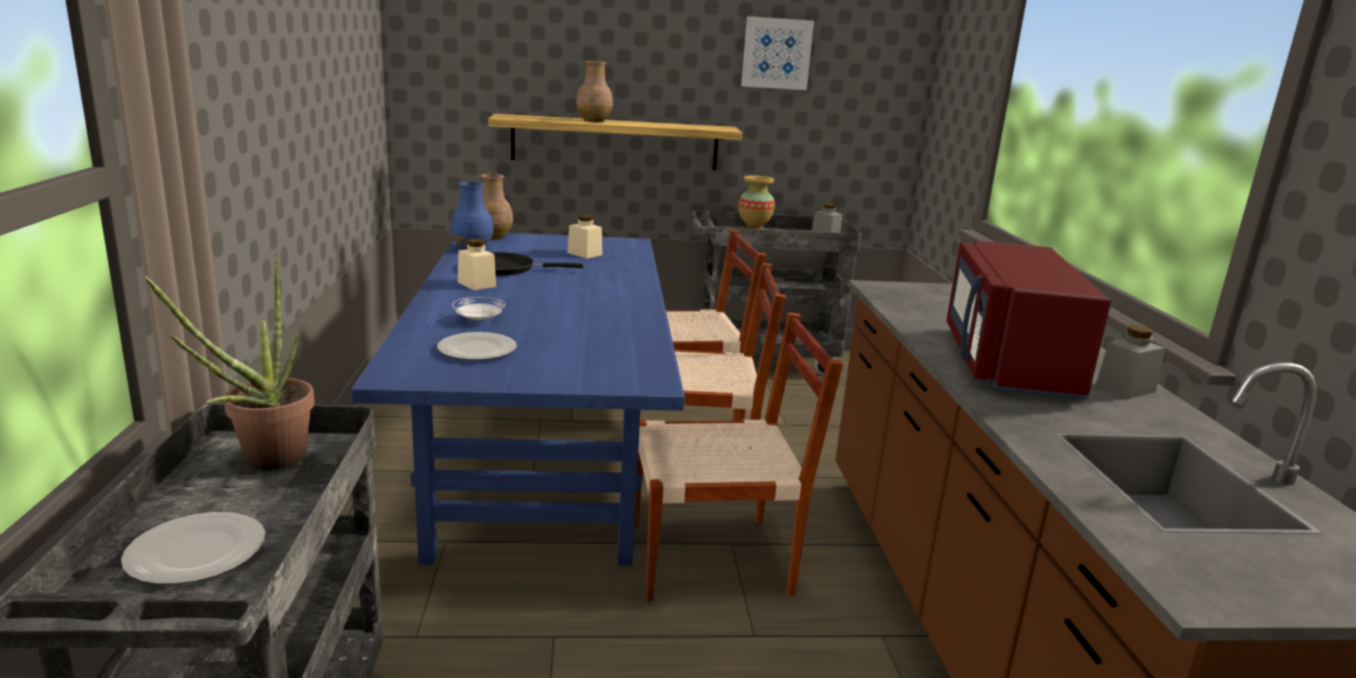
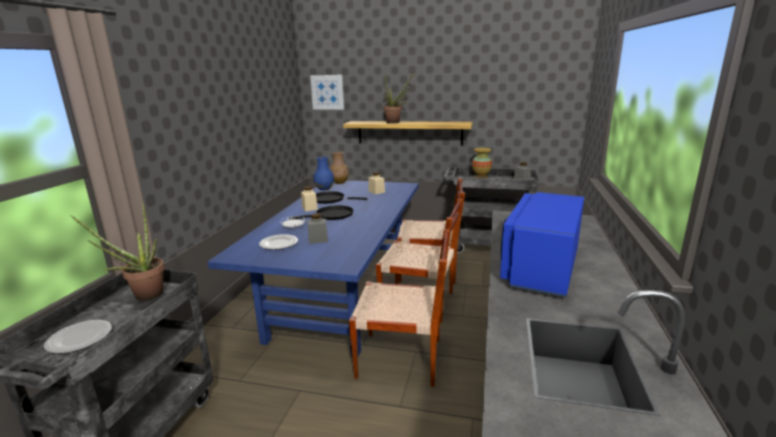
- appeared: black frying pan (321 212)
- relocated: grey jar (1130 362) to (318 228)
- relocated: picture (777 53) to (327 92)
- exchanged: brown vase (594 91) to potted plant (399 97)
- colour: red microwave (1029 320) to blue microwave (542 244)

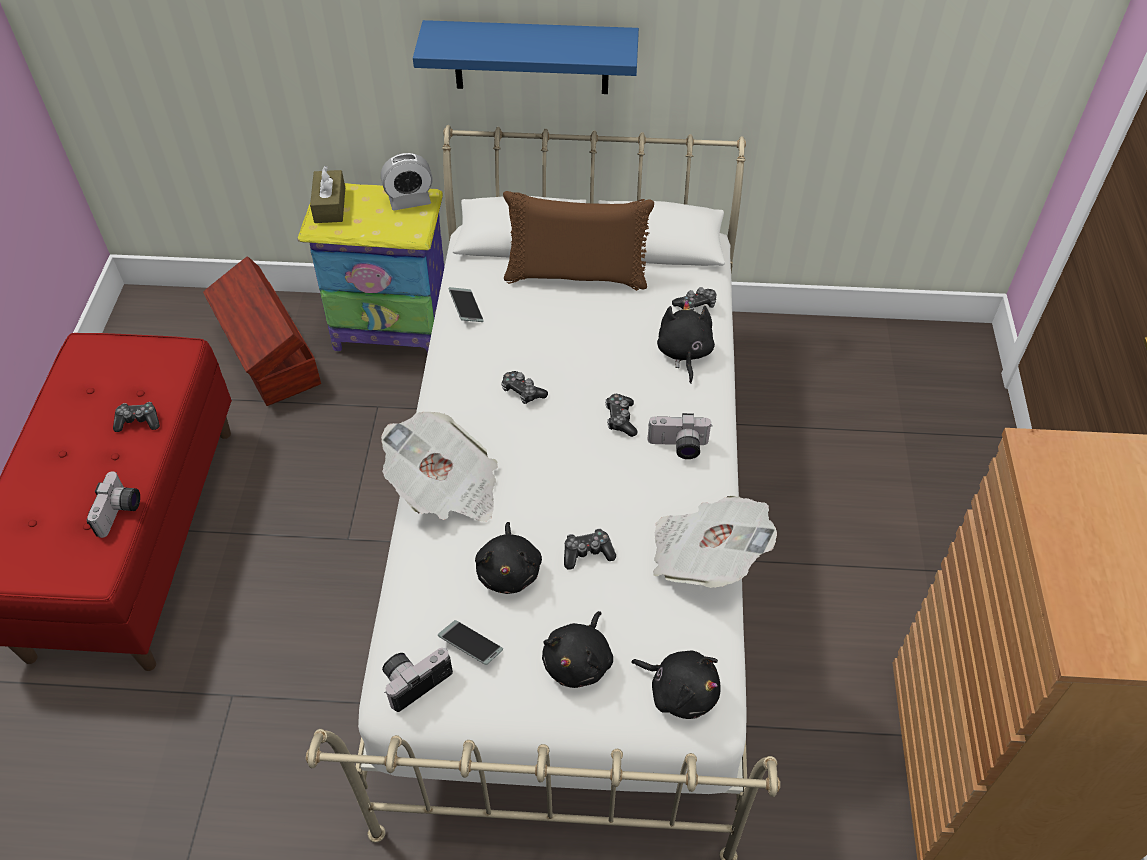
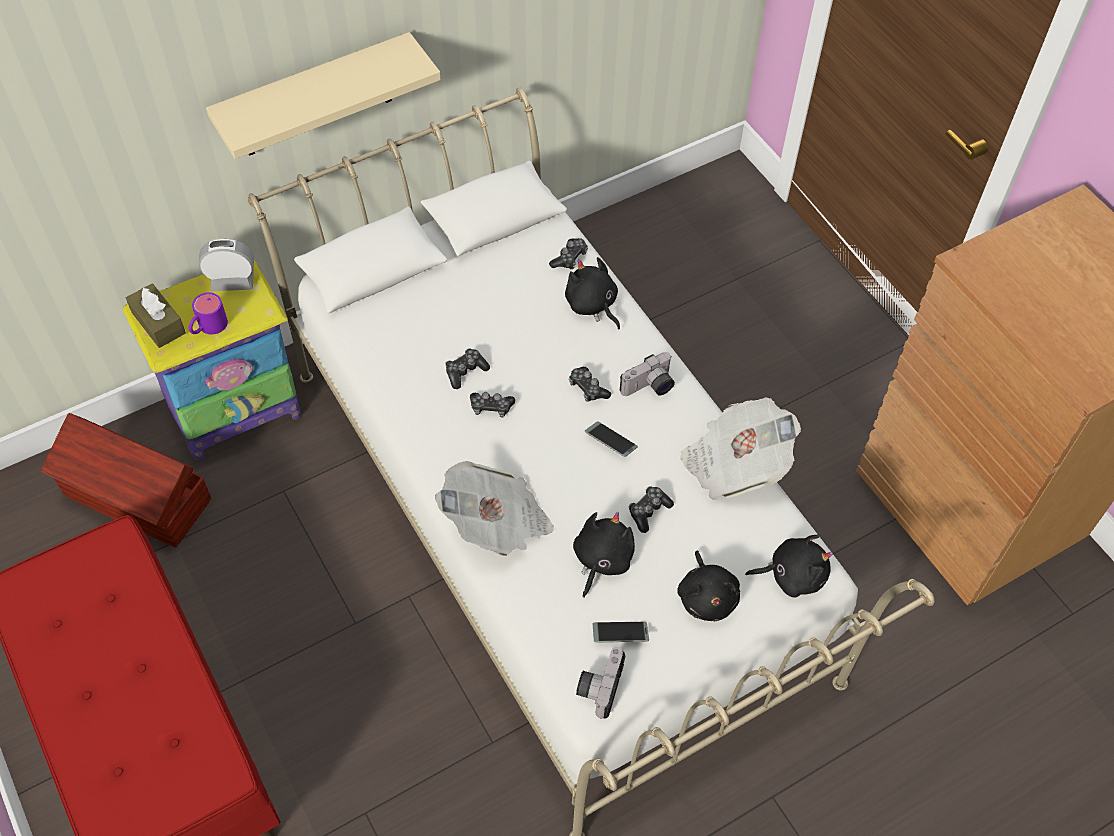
- appeared: purple mug (208 313)
- spun: alarm clock (406 181) = (226 264) 135 degrees counterclockwise
- colour: blue shelf (526 57) to beige shelf (323 95)
- relocated: game controller (136 417) to (468 368)
- spun: black plush toy (508 558) = (604 555) 120 degrees counterclockwise
- relocated: phone (466 304) to (611 439)
- missing: photo camera (113 504)
- missing: brown pillow (578 241)

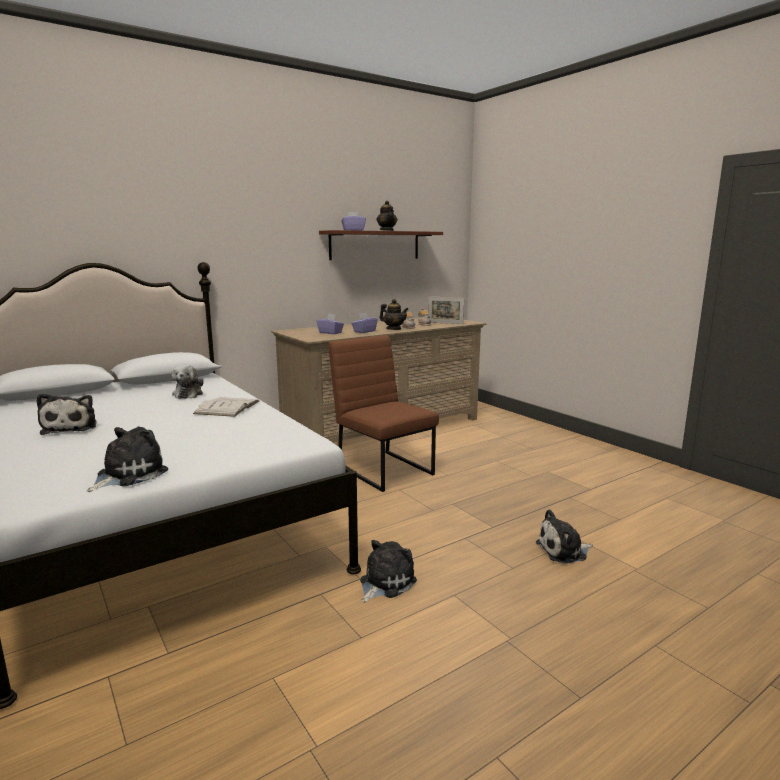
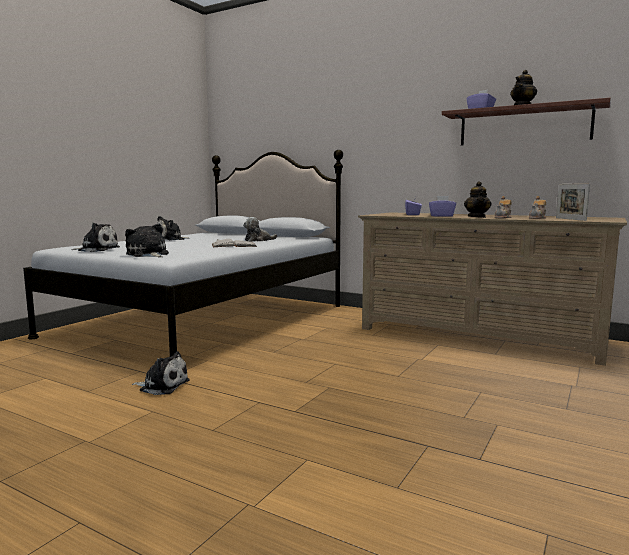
- relocated: plush toy (564 536) to (147 241)
- missing: brown chair (384 413)

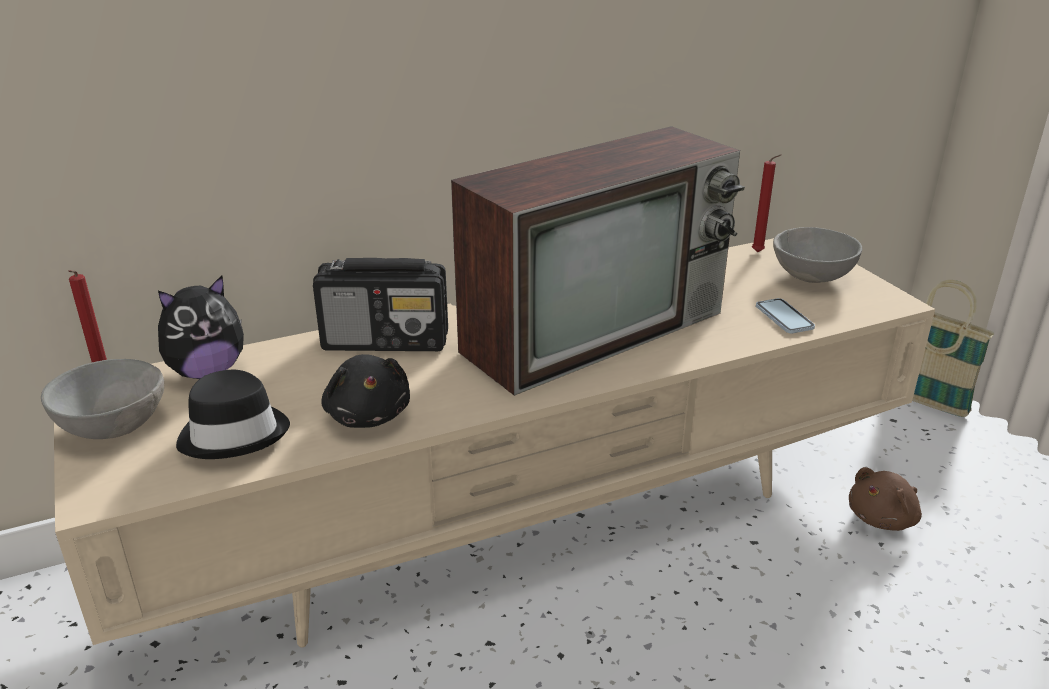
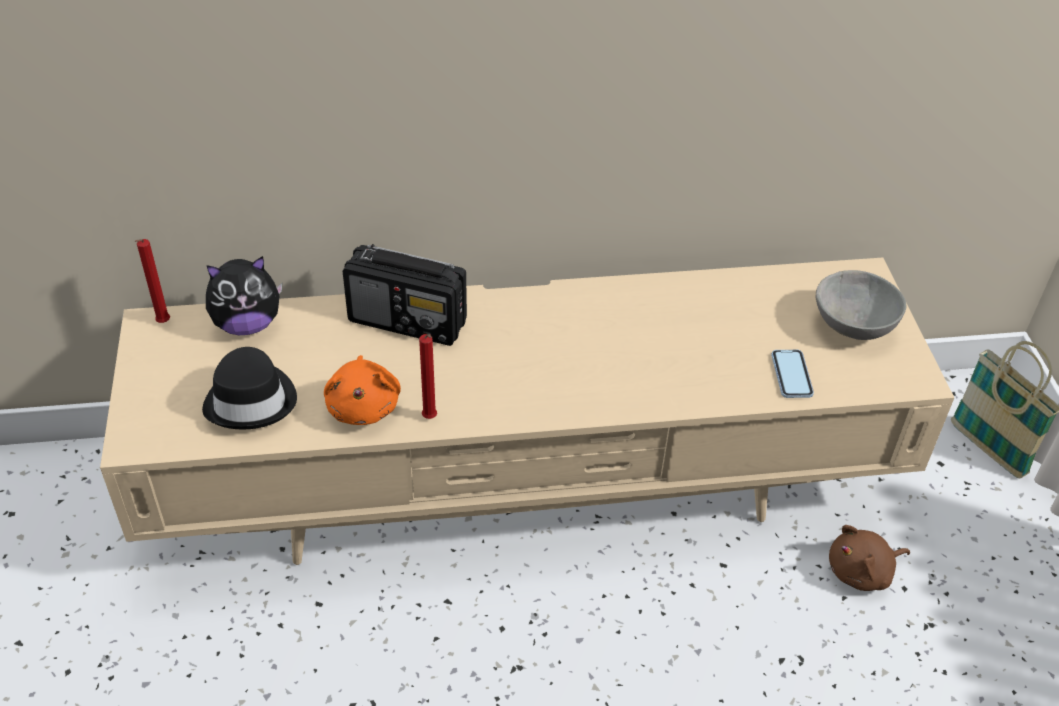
- colour: black plush toy (365 391) to orange plush toy (362 390)
- relocated: red candle (766 203) to (428 376)
- missing: grey bowl (102 399)
- missing: television (598 261)

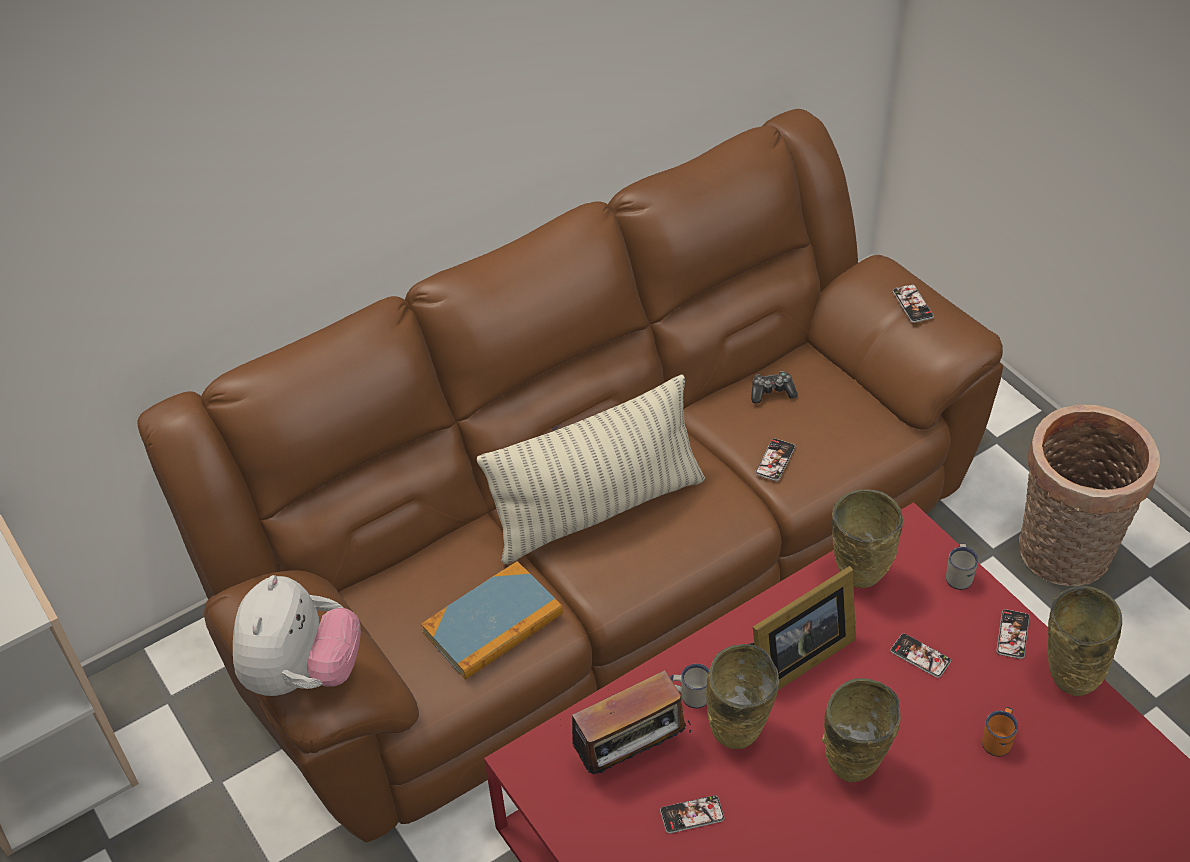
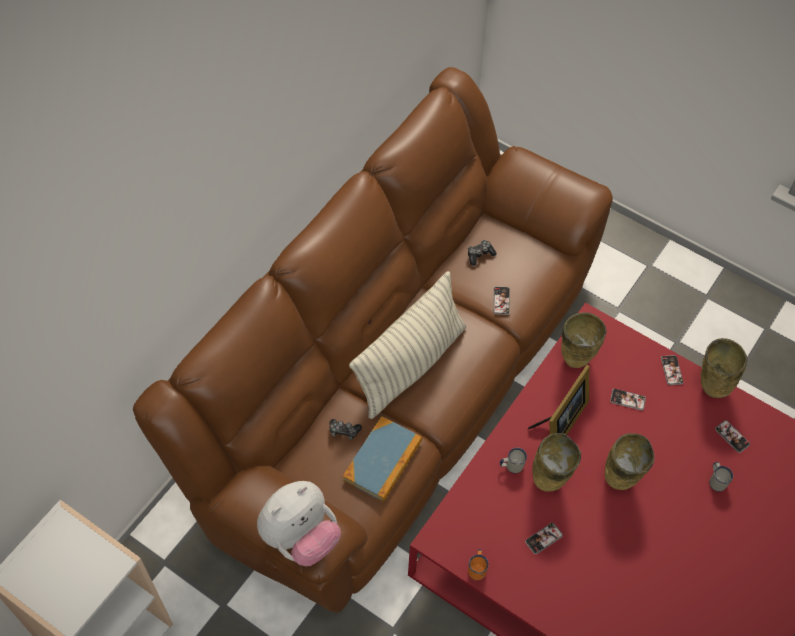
- spun: plush toy (297 635) = (299 523) 60 degrees clockwise
- appeared: game controller (346 429)
- relocated: orange mug (1000 732) to (478 564)
- relocated: white mug (962 566) to (721 477)
- relocated: phone (913 303) to (732 436)
- missing: radio (631 722)
- missing: basket (1089 495)

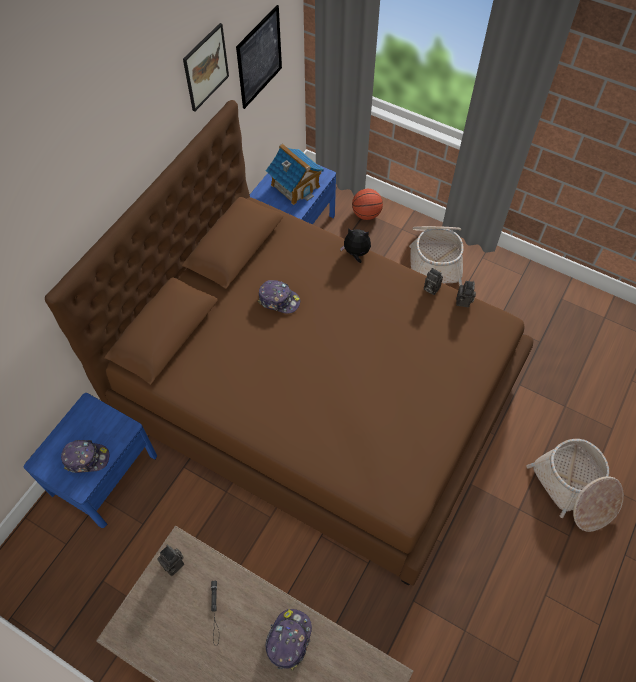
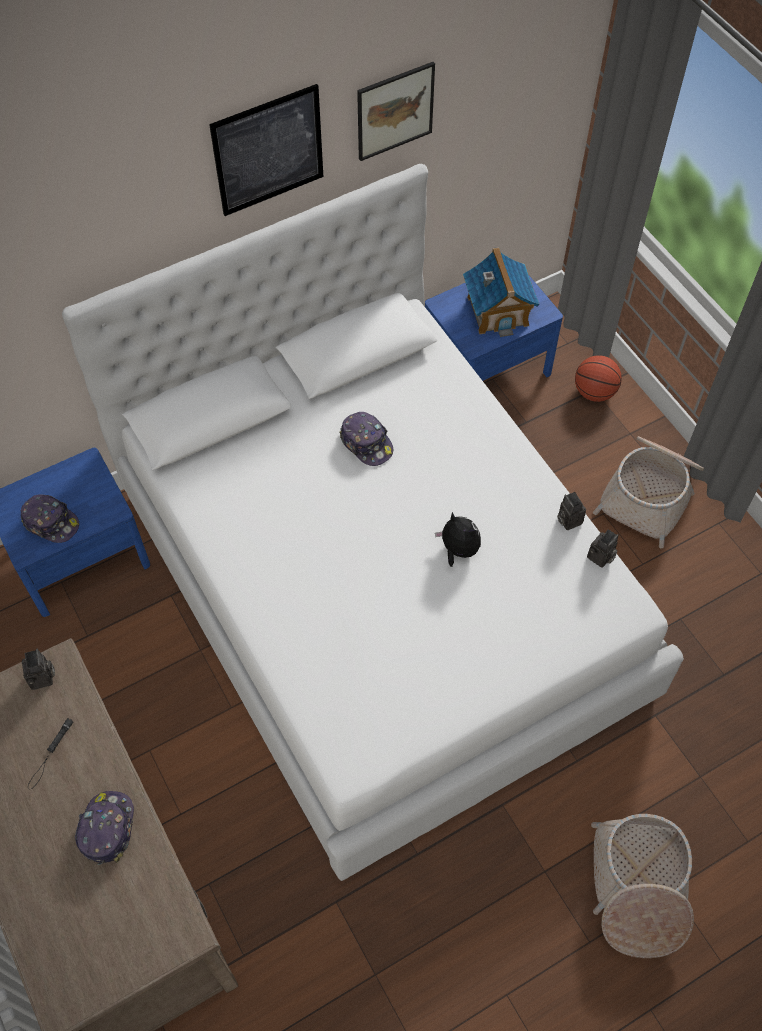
- colour: brown bed (289 343) to white bed (373 522)
- spun: cap (288 640) = (104 828) 45 degrees counterclockwise
- relocated: picture (259 57) to (266 150)
- relocated: plush toy (355 245) to (458 539)

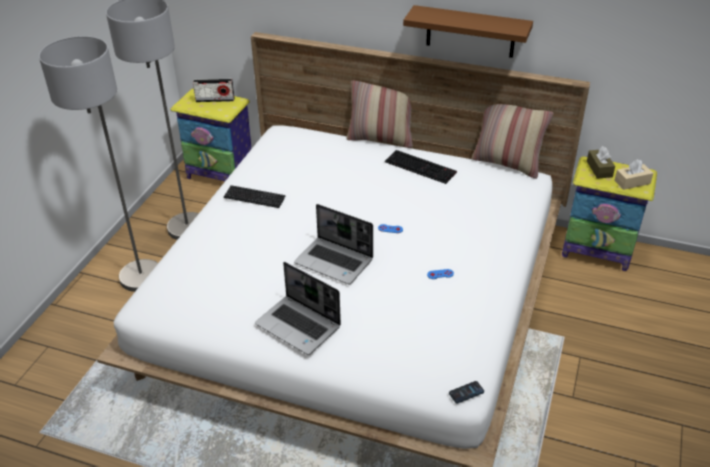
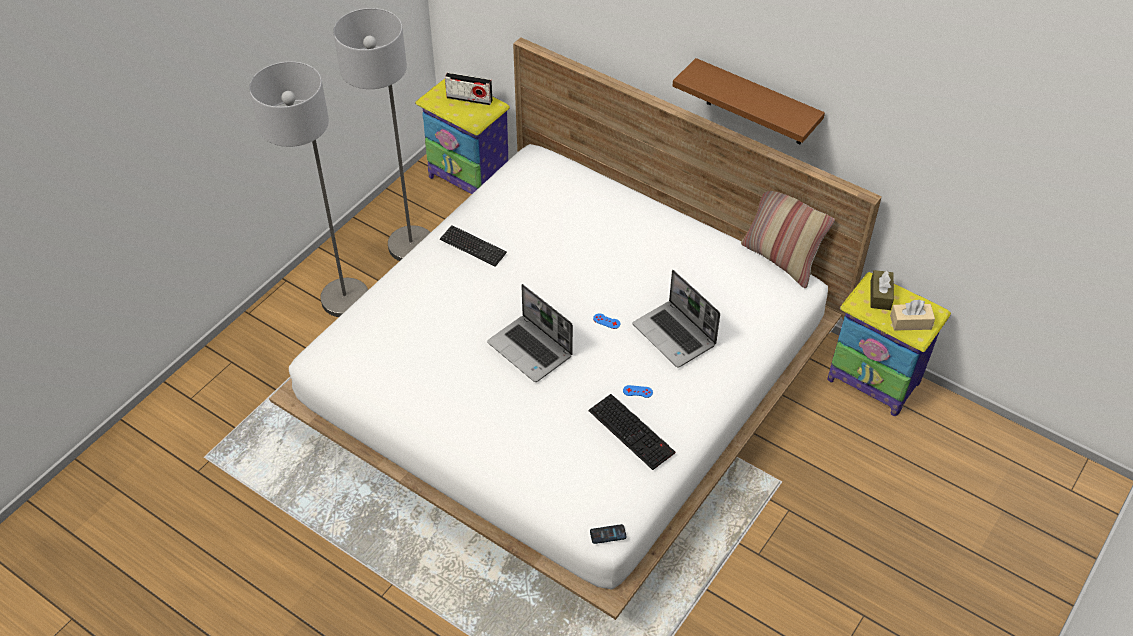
- relocated: keyboard (421 167) to (632 432)
- relocated: laptop (298 308) to (676 319)
- missing: pillow (379 114)

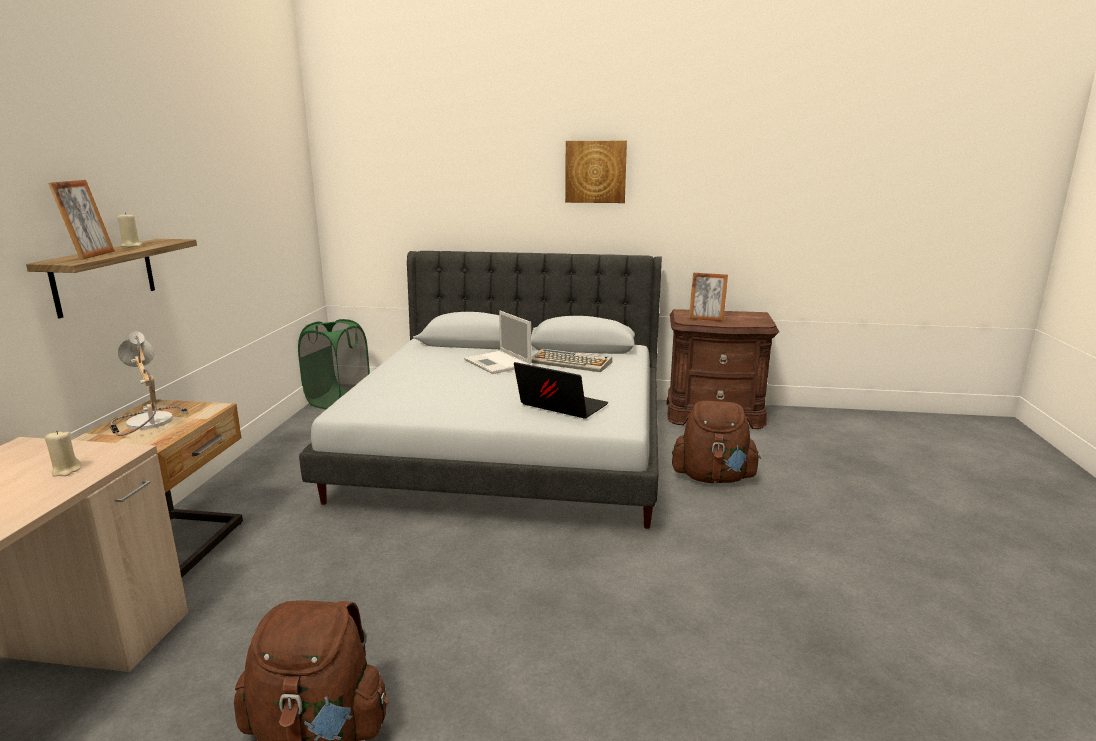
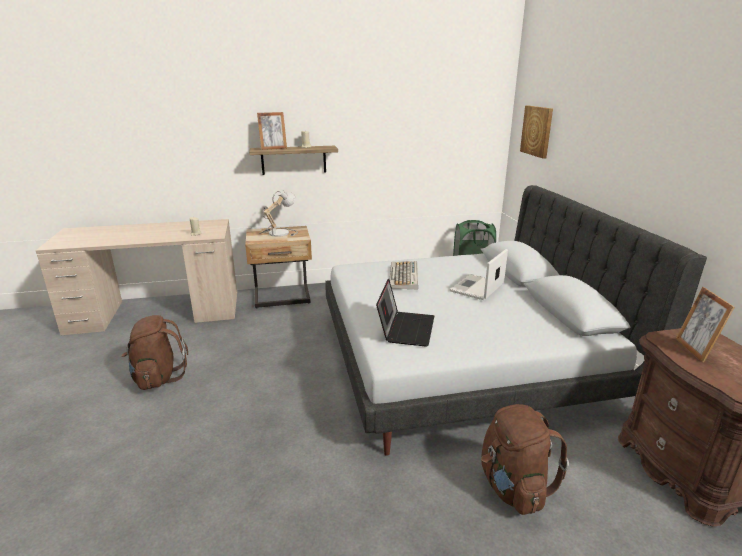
- relocated: keyboard (571 360) to (404 275)
- relocated: picture (596 172) to (536 132)

